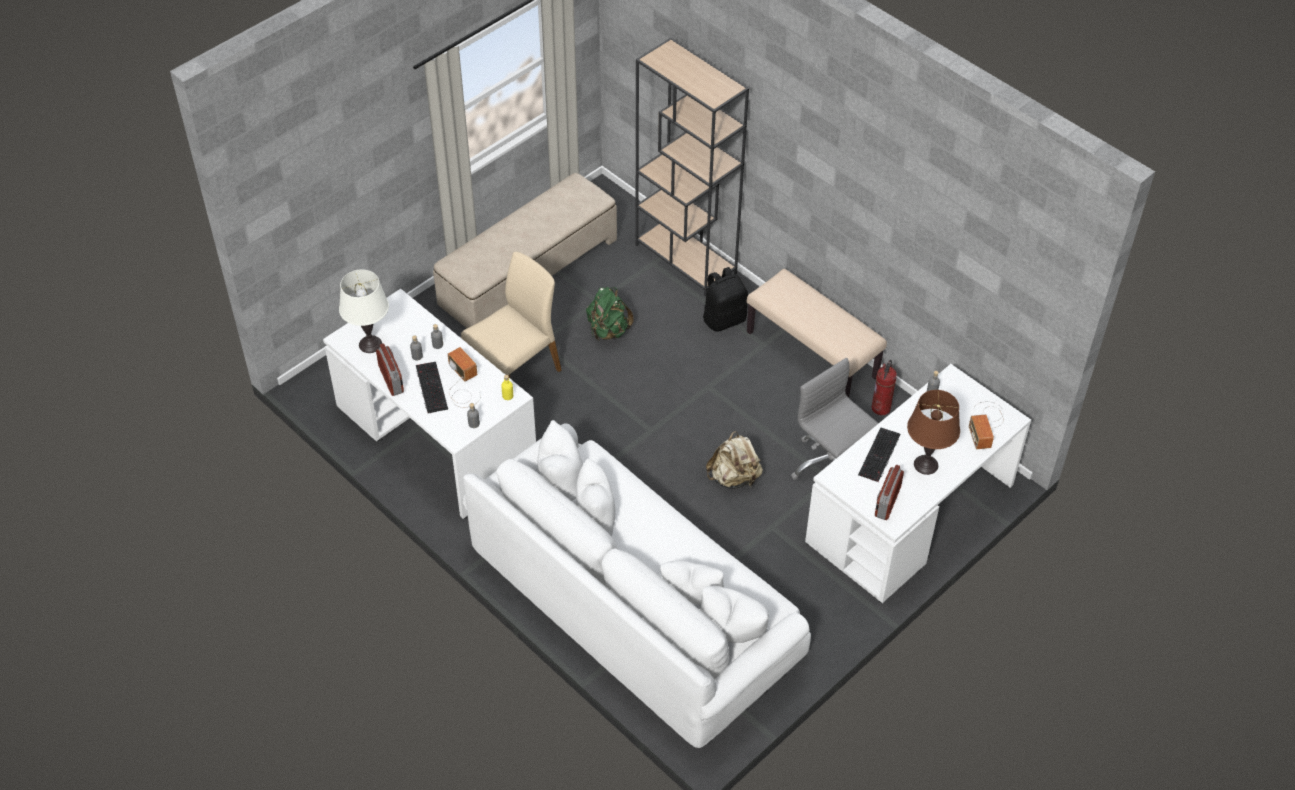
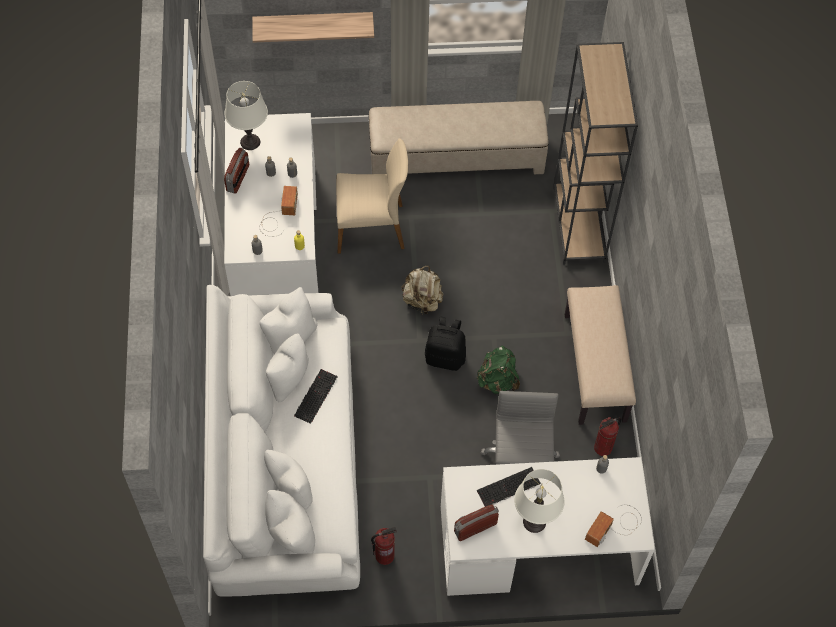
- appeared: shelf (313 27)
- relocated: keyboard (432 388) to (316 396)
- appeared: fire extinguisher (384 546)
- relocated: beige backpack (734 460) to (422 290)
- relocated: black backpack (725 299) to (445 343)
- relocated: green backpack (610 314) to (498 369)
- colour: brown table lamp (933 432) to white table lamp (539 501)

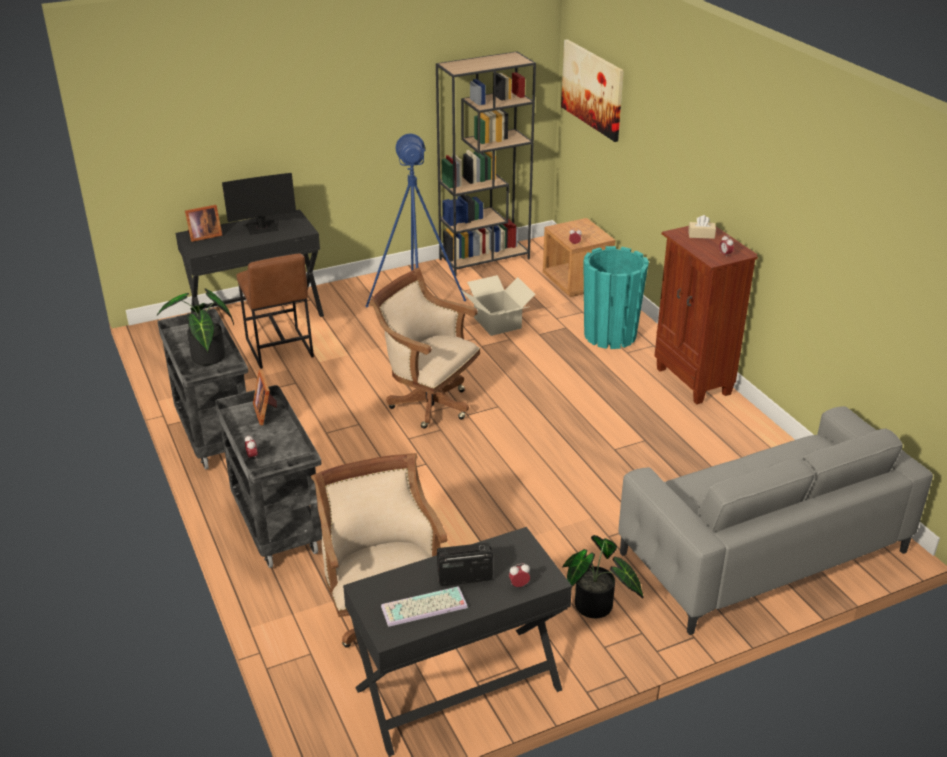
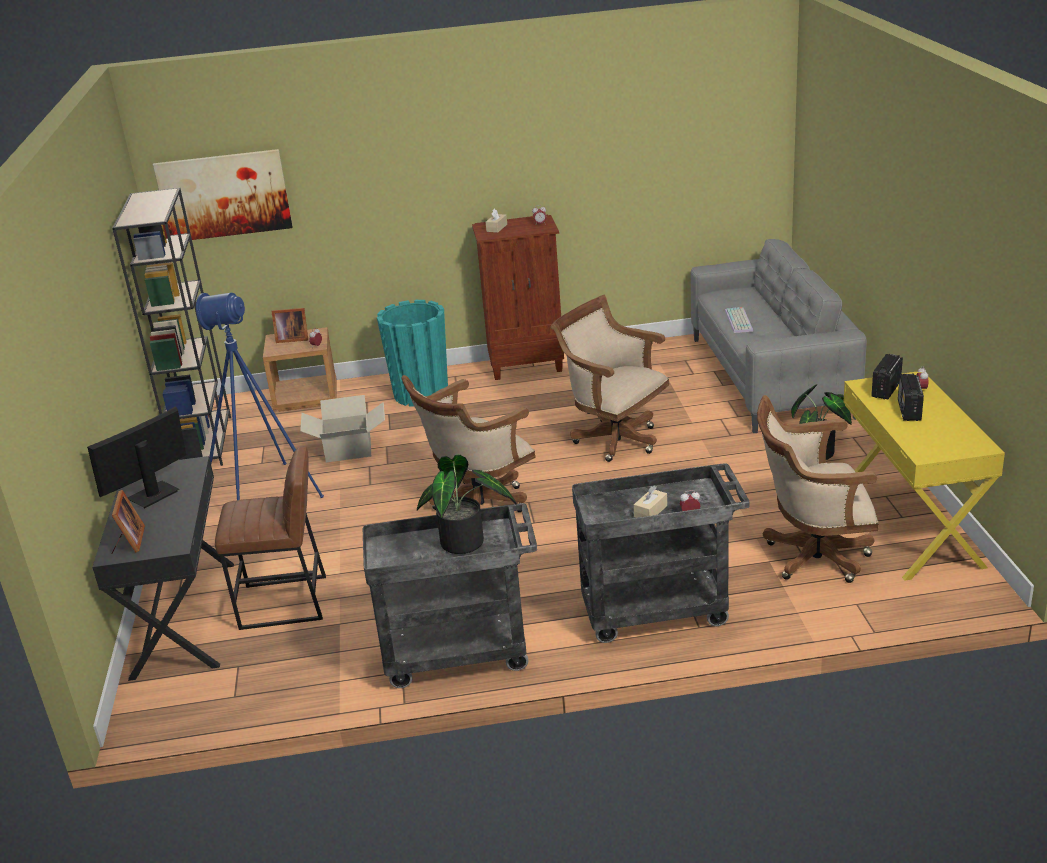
- spun: monitor (259 204) = (136 457) 135 degrees counterclockwise
- relocated: picture frame (265 397) to (289 325)
- appeared: office chair (609 378)
- appeared: beige tissue box (650 502)
- relocated: keyboard (424 606) to (739 320)
- colour: black desk (457 642) to yellow desk (924 476)
- appeared: radio (887 376)

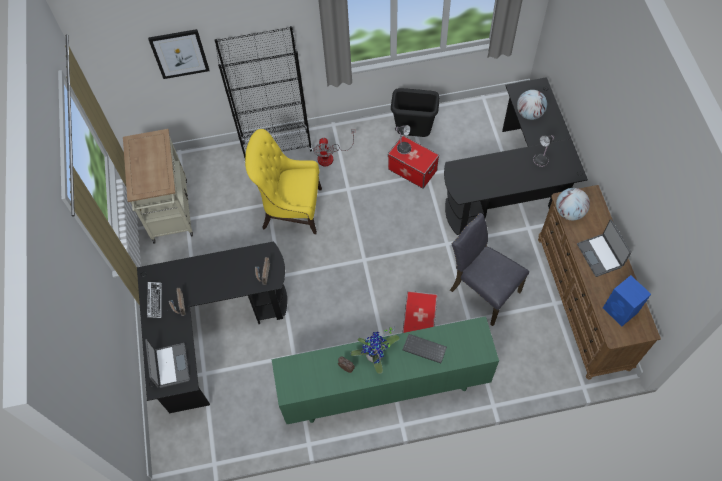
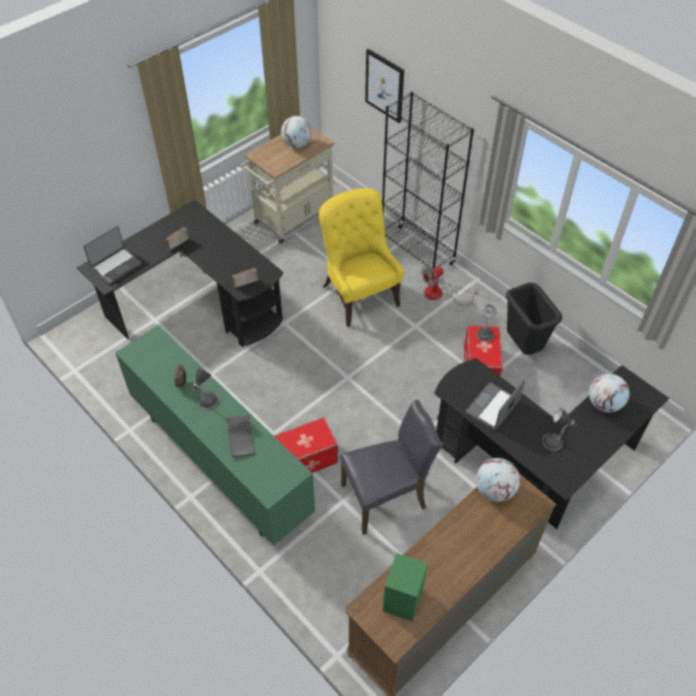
- exchanged: potted plant (375 350) to table lamp (205 388)
- appeared: globe (296 132)
- spun: grey chair (489 269) = (391 467) 60 degrees clockwise
- colour: blue speaker (627 300) to green speaker (405 587)
- relocated: laptop (604 248) to (495 404)
- missing: keyboard (154 300)

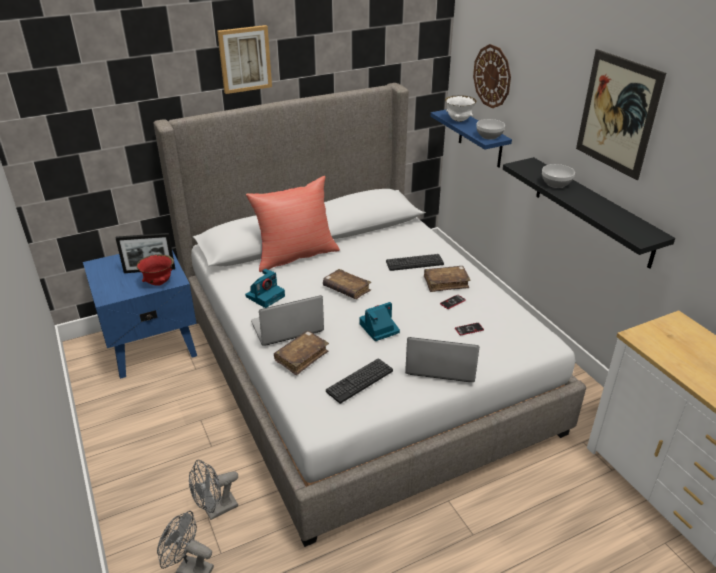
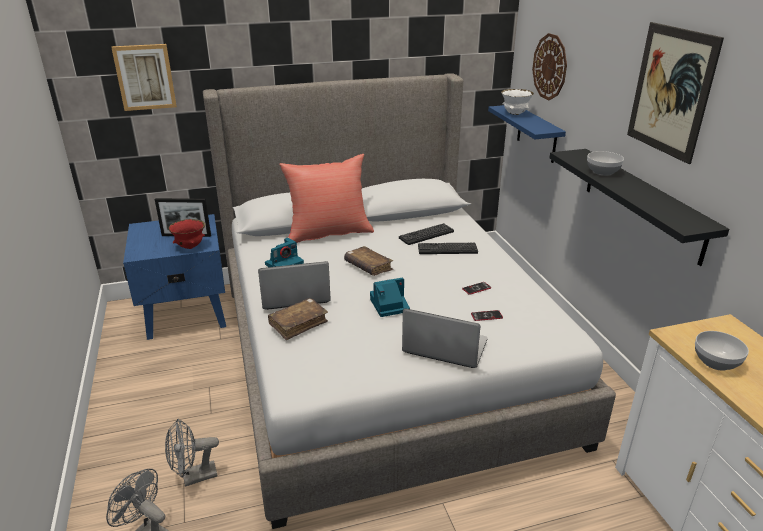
- relocated: picture (244 59) to (144 77)
- relocated: keyboard (359 381) to (426 234)
- relocated: bowl (491 129) to (722 351)
- missing: brown book (447 279)

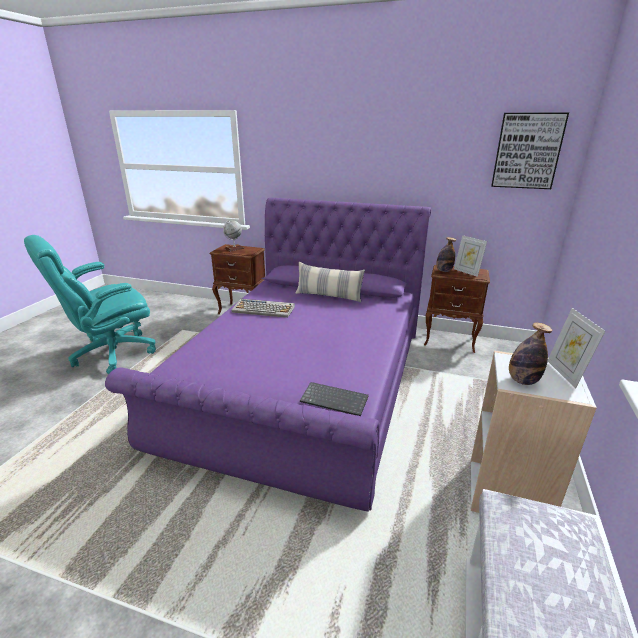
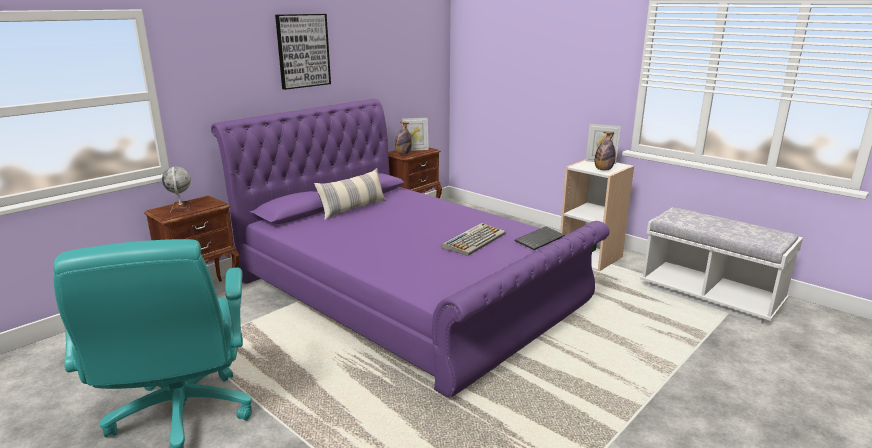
- relocated: picture (530 151) to (303 52)
- relocated: keyboard (263 308) to (474 239)

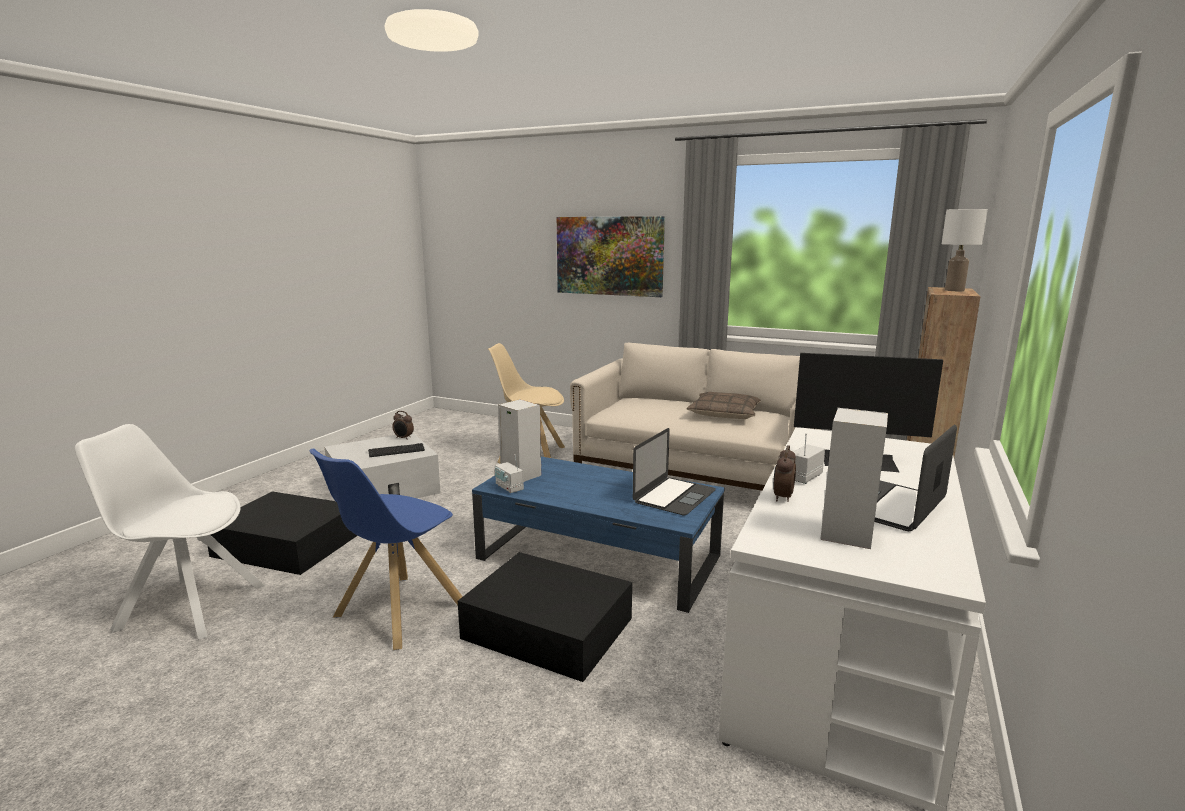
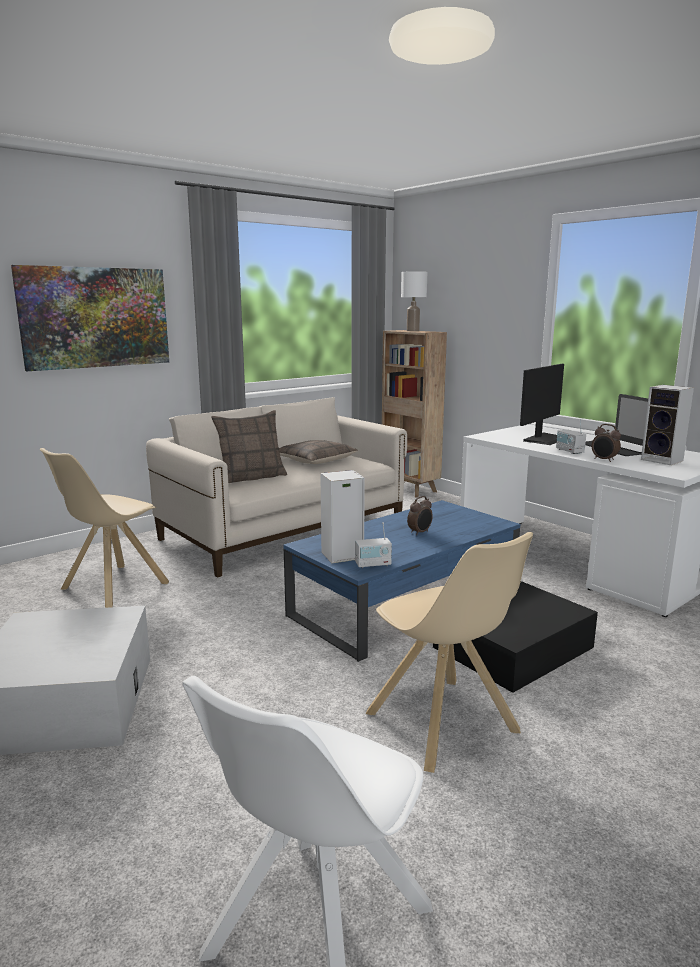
- appeared: pillow (249 446)
- colour: blue chair (386 549) to beige chair (449 652)
- relocated: alarm clock (403 425) to (420 515)
- missing: black storage box (282 533)
- missing: keyboard (396 450)
- missing: laptop (674 472)

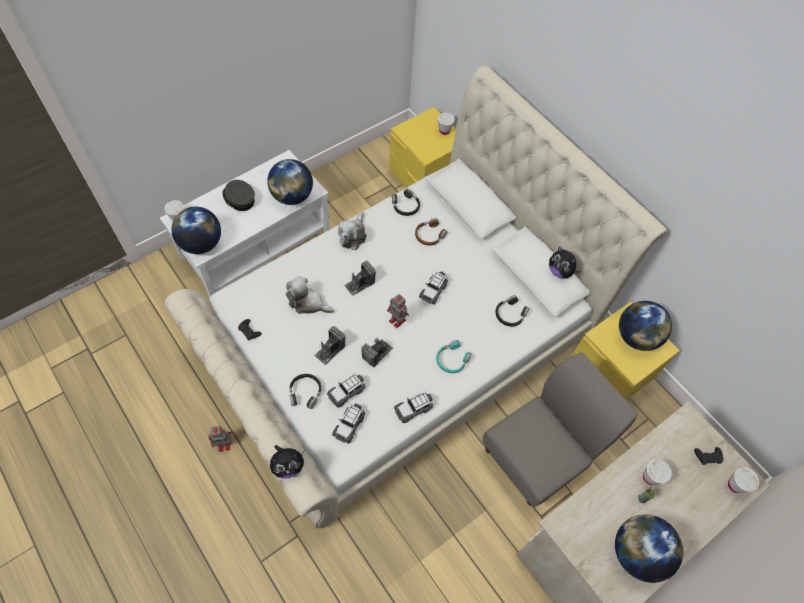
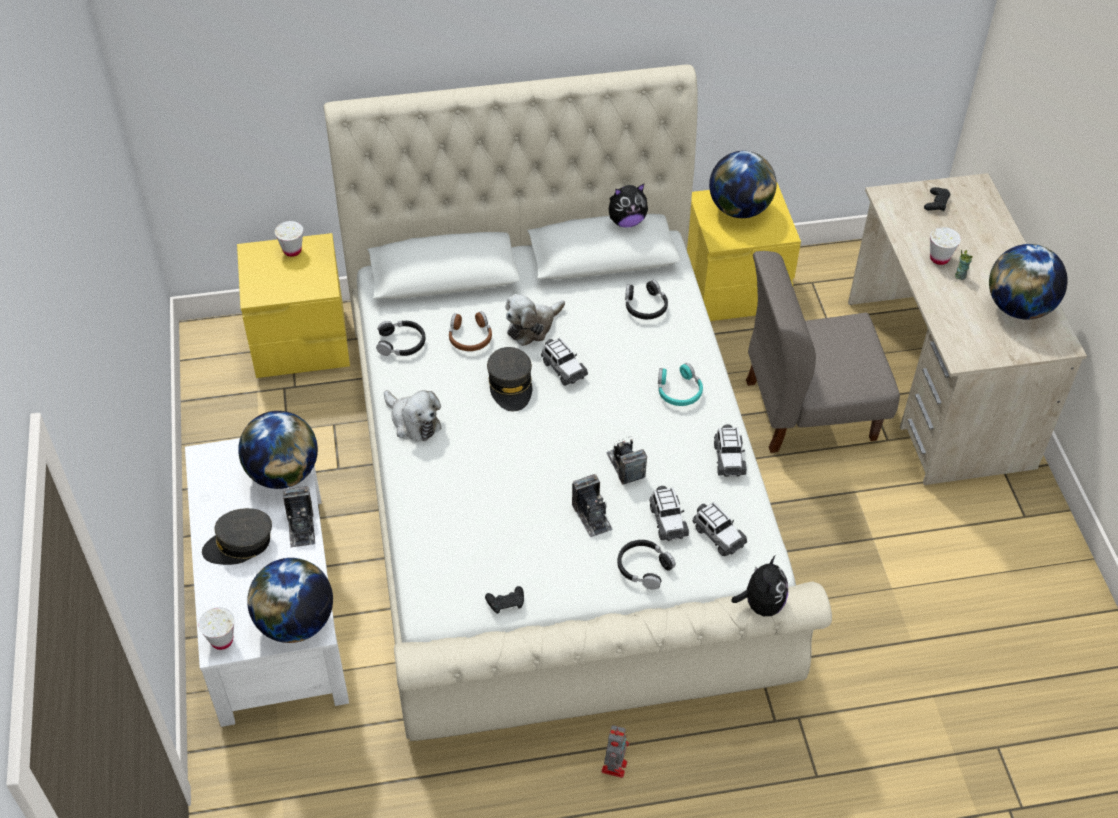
- relocated: photo camera (360 278) to (299 517)
- appeared: grey cap (509 379)
- relocated: plush toy (309 295) to (535 320)
- spun: grey chair (560 429) = (823 352) 90 degrees counterclockwise
- missing: toy robot (398 311)
- missing: white cup (743 480)

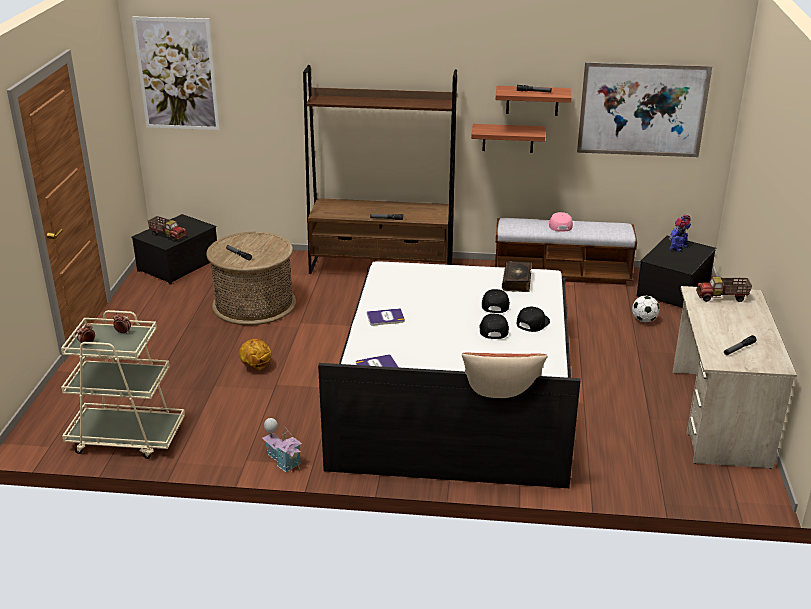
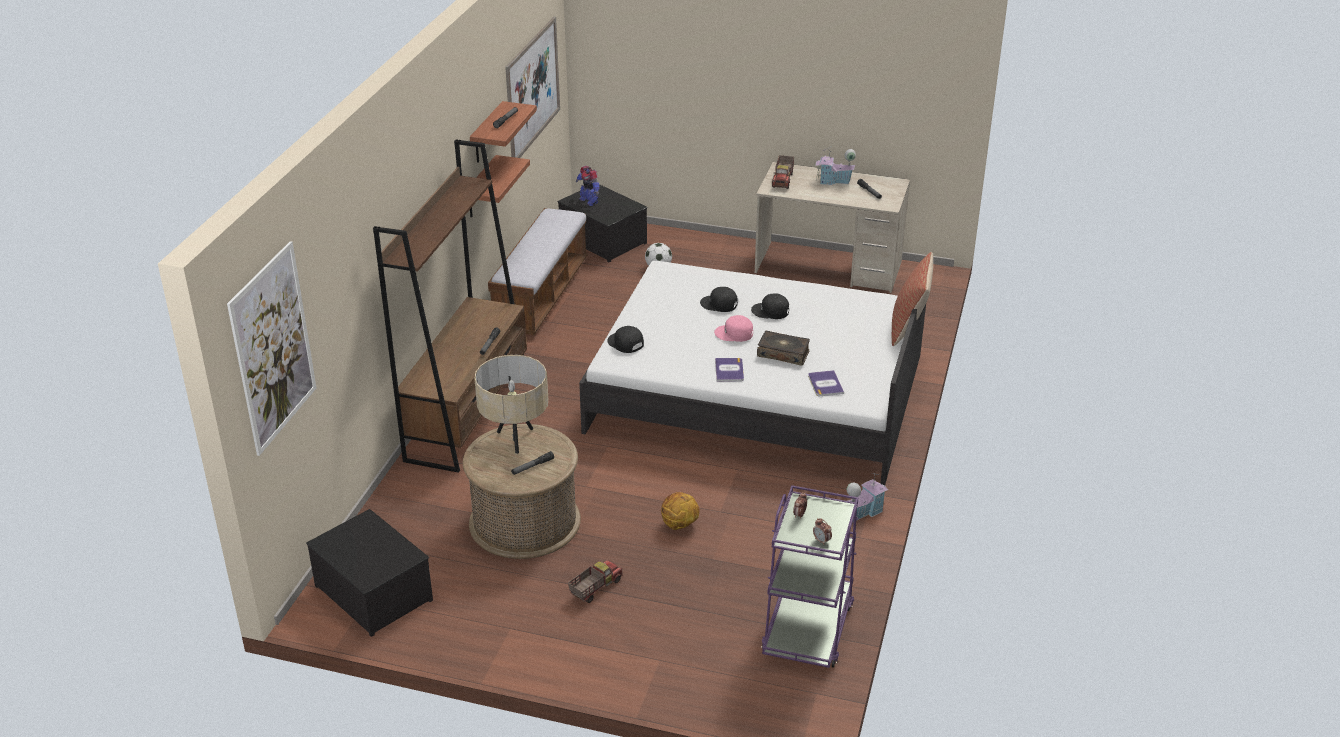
- appeared: beige table lamp (511 404)
- relocated: toy truck (167 229) to (595 581)
- relocated: black cap (533 319) to (625 339)
- relocated: pink cap (560 222) to (733 328)
- relocated: book (517 276) to (783 348)
- colour: beige cart (123 384) to purple cart (810 576)
- appeared: toy house (835 165)

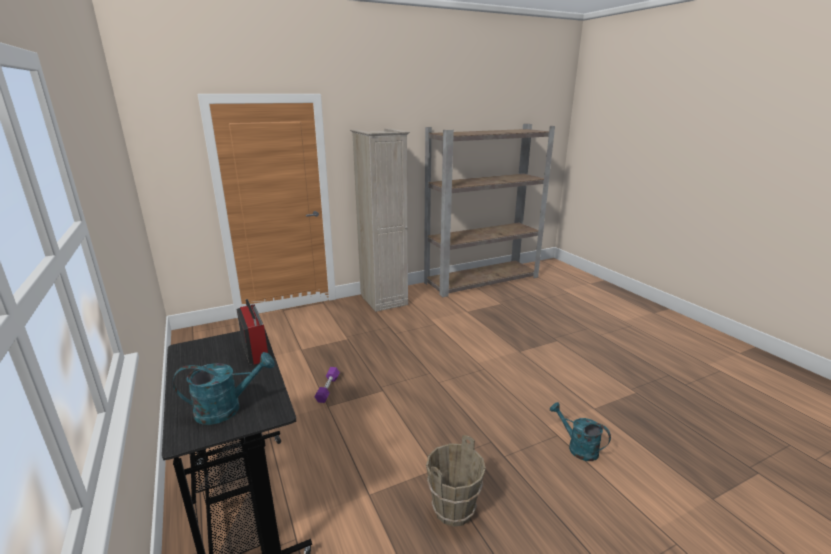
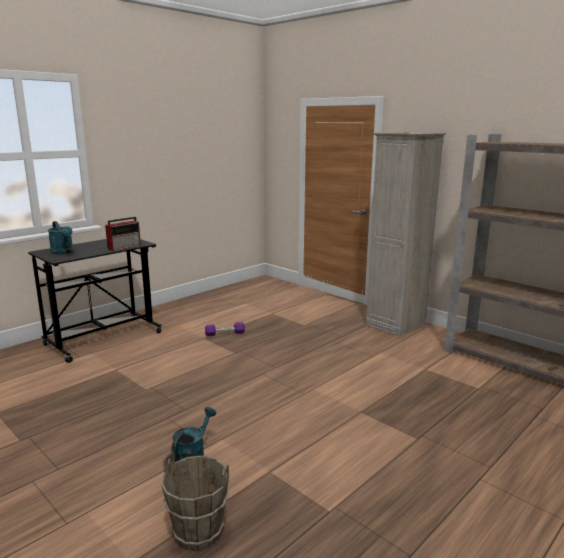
- relocated: brown bucket (456 481) to (195 501)

